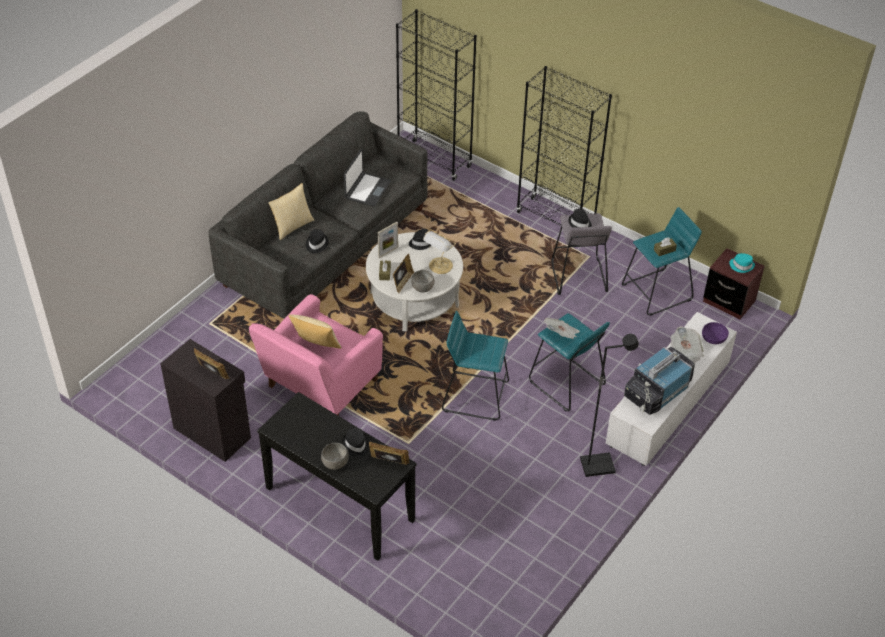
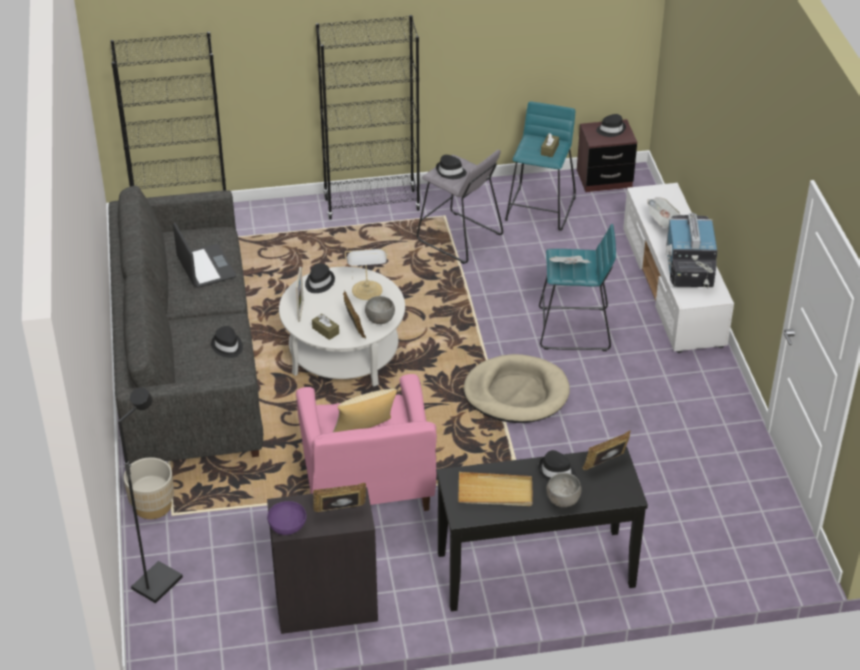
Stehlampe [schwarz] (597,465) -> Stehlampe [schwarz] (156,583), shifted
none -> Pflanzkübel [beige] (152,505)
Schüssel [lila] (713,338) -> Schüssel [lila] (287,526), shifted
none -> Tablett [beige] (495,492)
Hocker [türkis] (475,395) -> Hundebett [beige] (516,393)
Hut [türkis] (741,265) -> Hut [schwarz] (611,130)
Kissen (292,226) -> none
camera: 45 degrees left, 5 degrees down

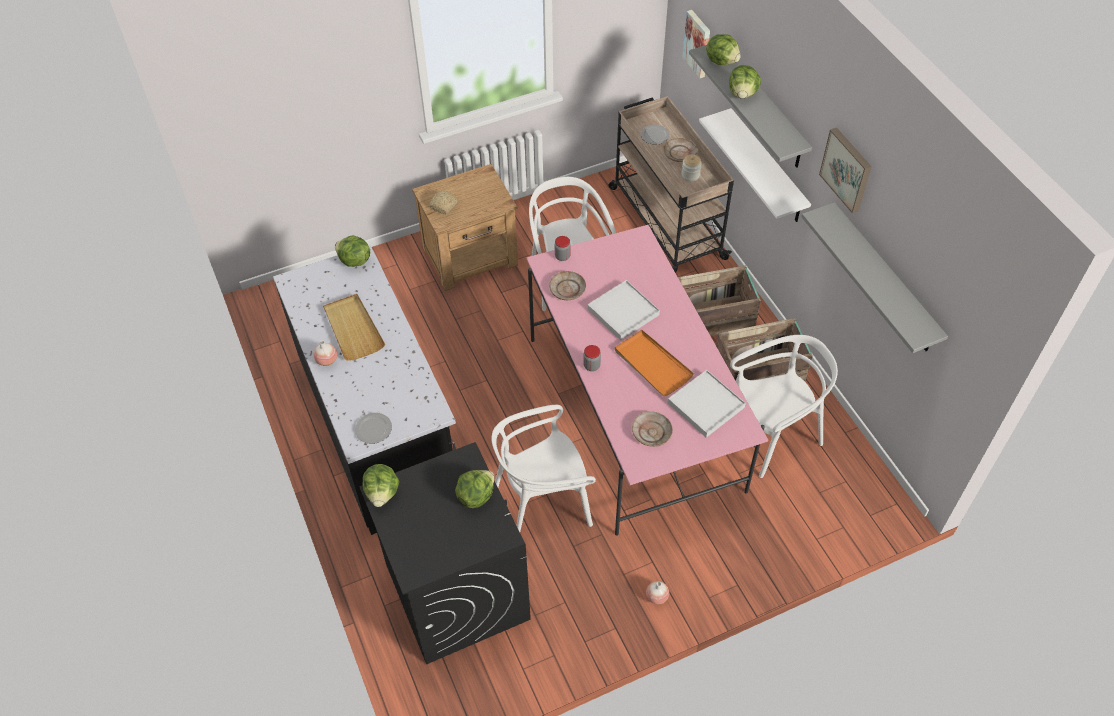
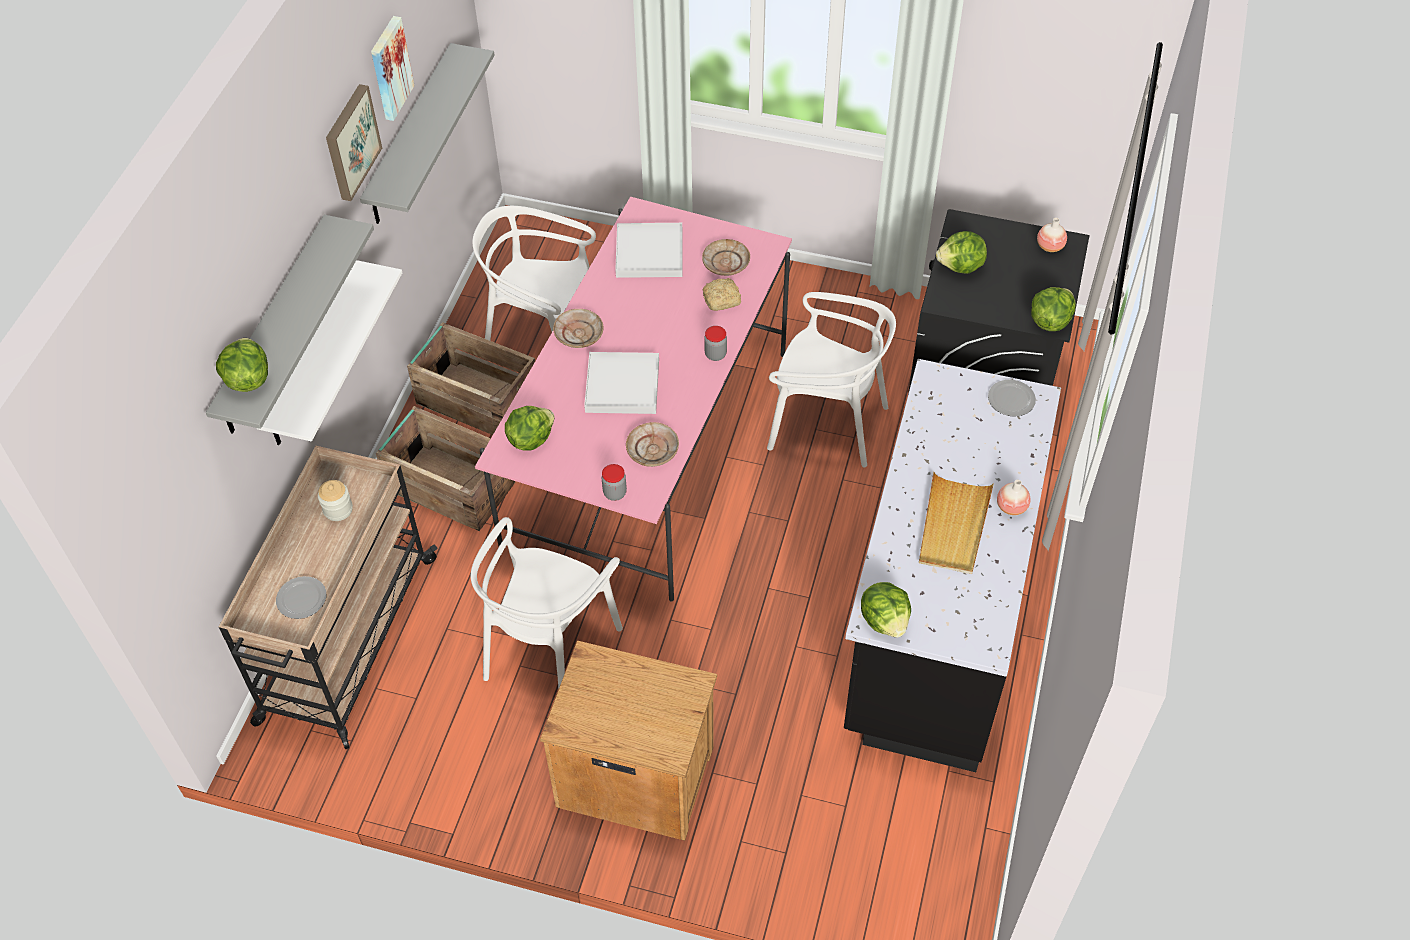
Bild (698,43) -> Bild (389,68), shifted
Salatkopf (742,94) -> Salatkopf (530,439), shifted
Teller [beige] (679,154) -> Teller [beige] (579,333), shifted
Brot (443,206) -> Brot (722,299), shifted
Vase (657,597) -> Vase (1050,247), shifted
Tablett [orange] (652,364) -> none
camera: 140 degrees left, 0 degrees up

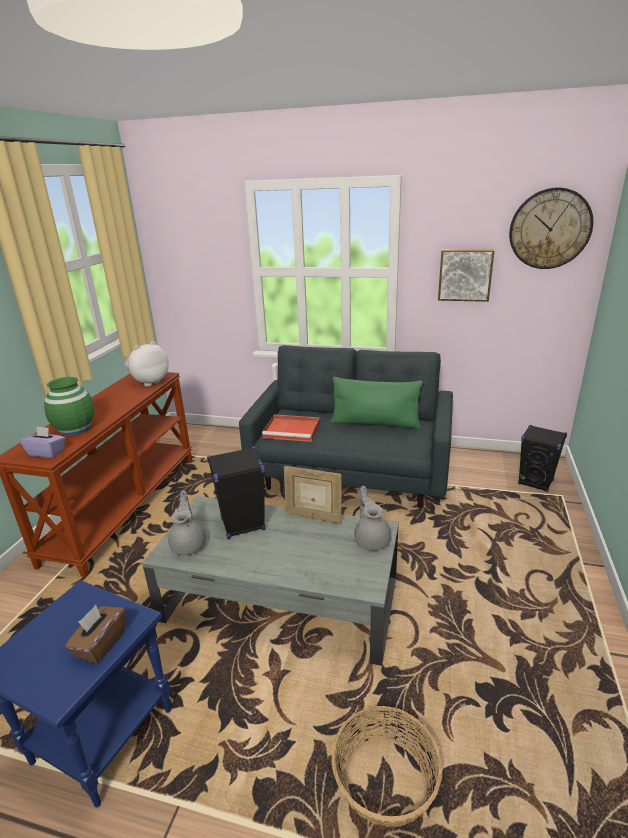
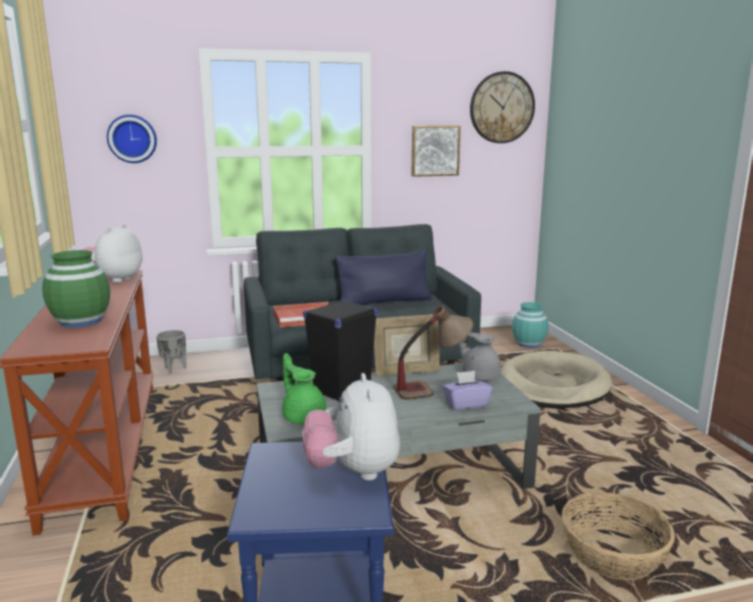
none -> Wanduhr (132,139)
none -> Pflanzkübel [grau] (173,369)
Teekanne [grau] (189,544) -> Teekanne [grün] (303,416)
Taschentuchbox [braun] (100,644) -> Plüschtier (353,472)
Kissen [grün] (375,423) -> Kissen [blau] (384,302)
none -> Tischlampe (432,389)
Taschentuchbox [lila] (47,453) -> Taschentuchbox [lila] (466,404), shifted
none -> Hundebett [beige] (553,385)
Lautsprecher [schwarz] (536,482) -> Vase [türkis] (528,344)
camera: 30 degrees left, 10 degrees down

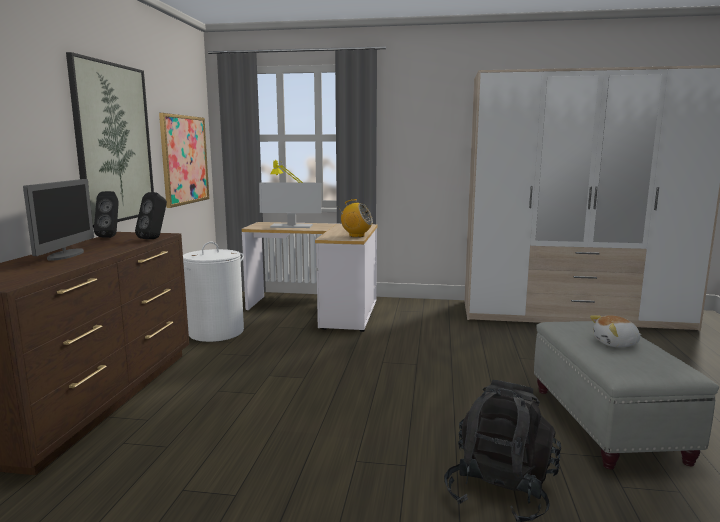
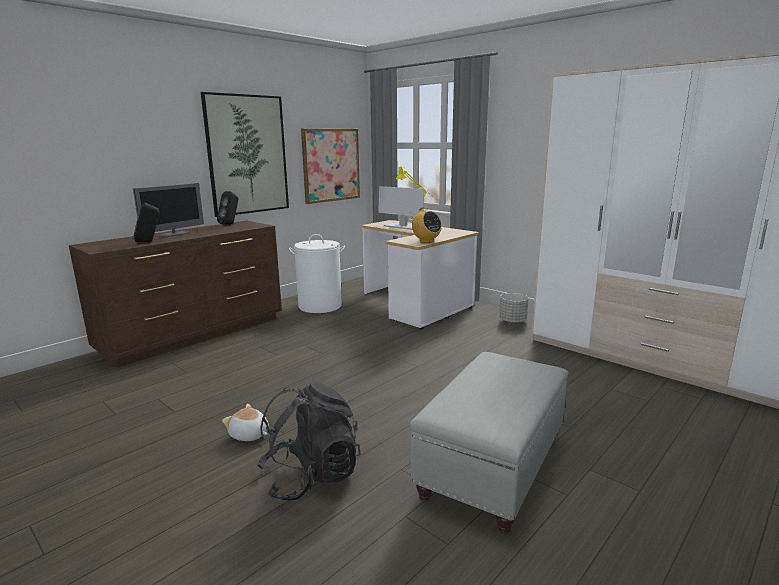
Lautsprecher [schwarz] (154,238) -> Lautsprecher [schwarz] (149,242), shifted
Plüschtier (616,343) -> Plüschtier (249,435), shifted
none -> Pflanzkübel [grau] (512,321)
camera: 35 degrees right, 5 degrees up

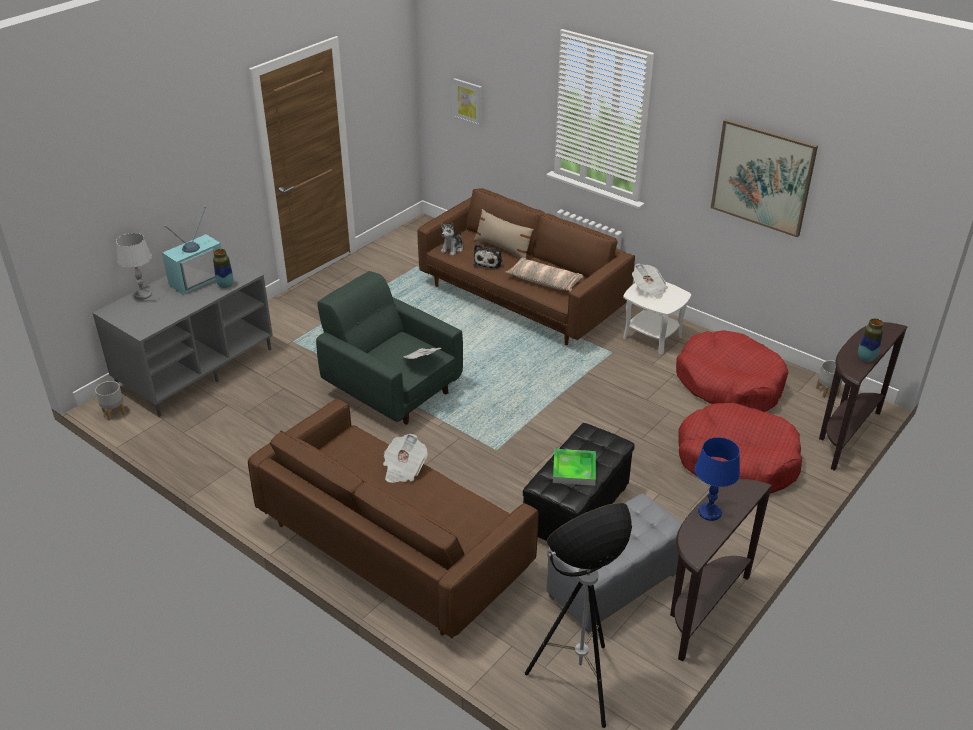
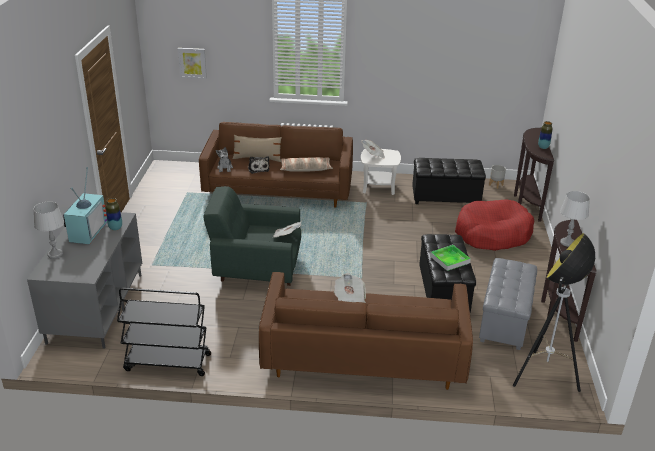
none -> Rollwagen [schwarz] (167,363)
Hundebett [rot] (729,384) -> Polsterhocker [schwarz] (445,197)
Tischlampe [blau] (709,512) -> Tischlampe [grau] (567,243)
Pflanzkübel [grau] (114,412) -> none
Bild (762,177) -> none
camera: 35 degrees left, 5 degrees down

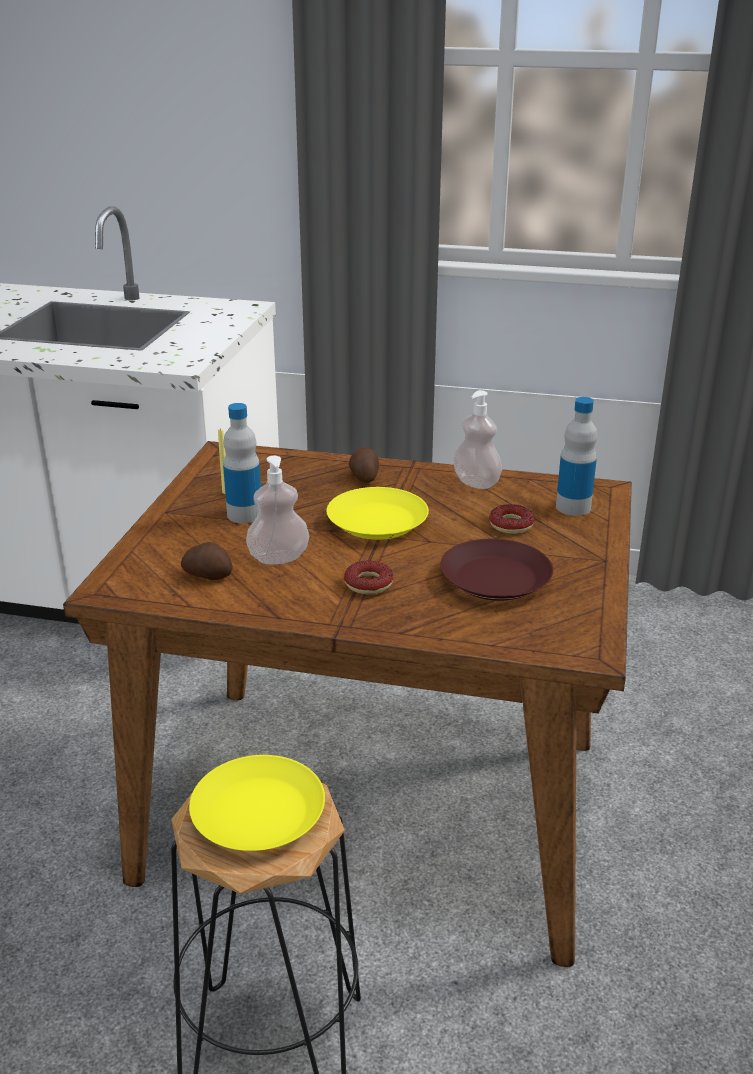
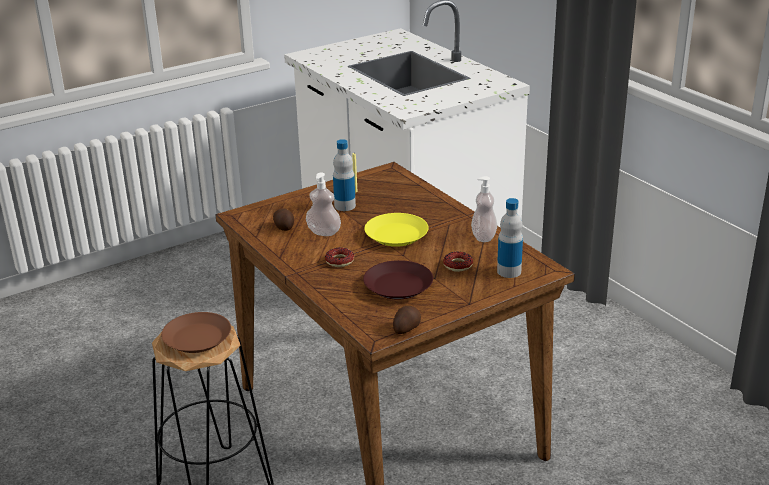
Teller [gelb] (257,812) -> Teller [braun] (197,338)
Kartoffel (364,476) -> Kartoffel (406,328), shifted
camera: 45 degrees right, 0 degrees up

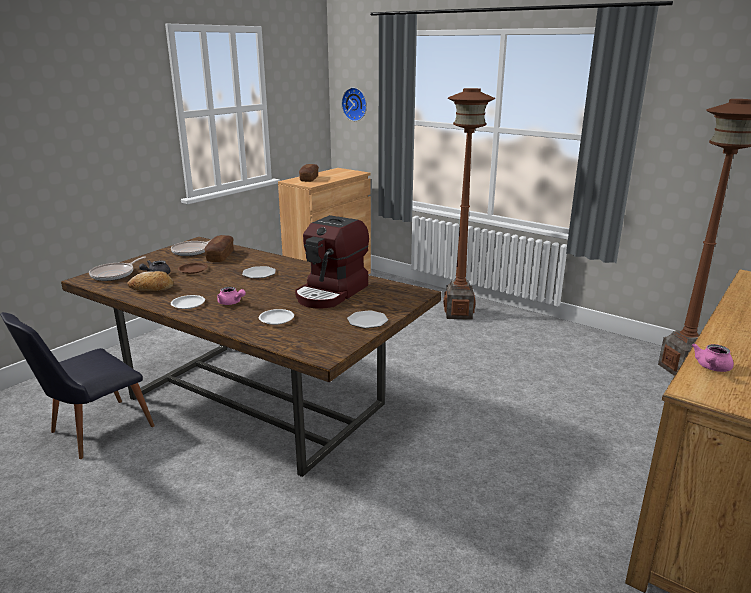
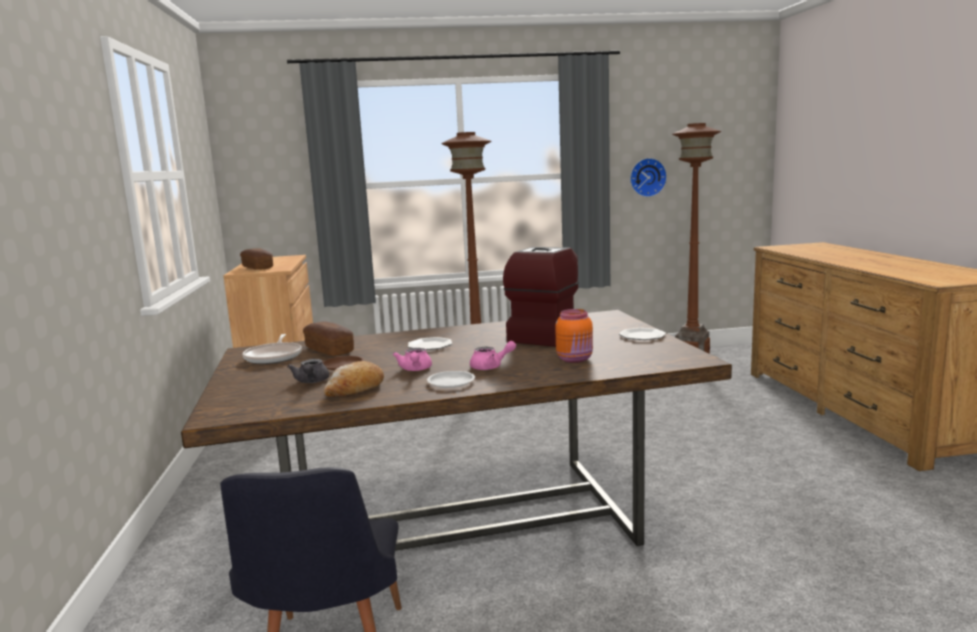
Teekanne [rosa] (711,367) -> Teekanne [rosa] (415,370), shifted
Kaffeemaschine (332,293) -> Kaffeemaschine (549,334), 135 degrees counterclockwise
Teller [weiß] (276,319) -> Vorratsglas [orange] (575,359)
Wanduhr (355,104) -> Wanduhr (647,177), shifted
Pfanne (115,274) -> none
camera: 45 degrees left, 10 degrees down

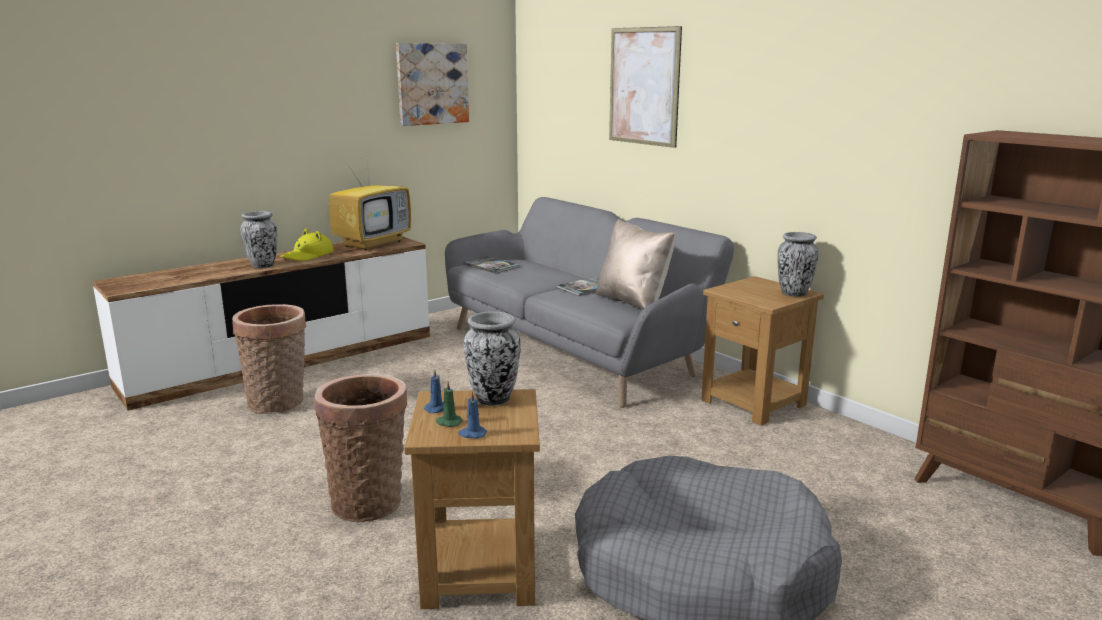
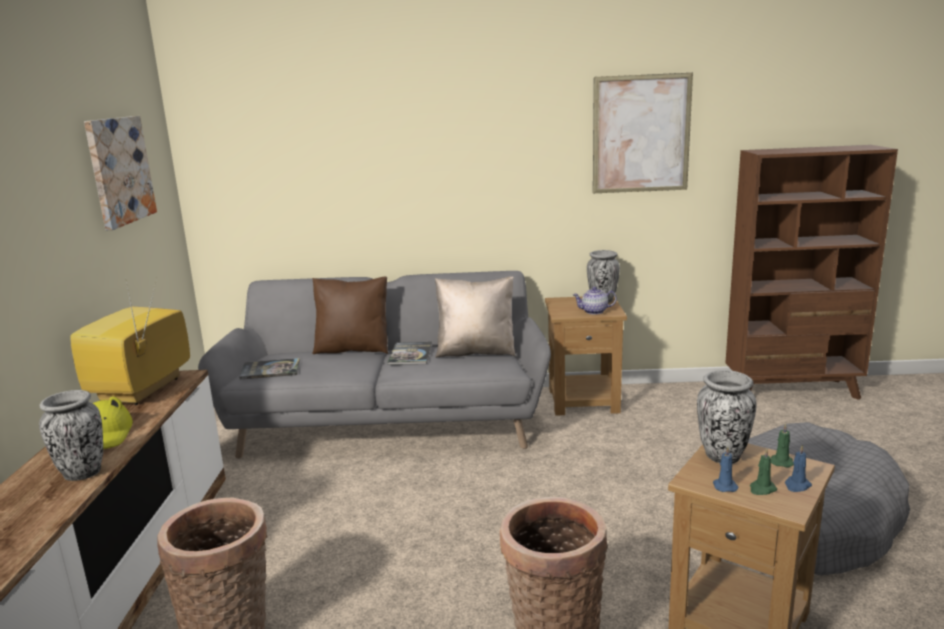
Fernseher (373,243) -> Fernseher (142,391), 150 degrees counterclockwise
none -> Kissen [braun] (353,349)
none -> Teekanne (594,312)
Bild (643,86) -> Bild (641,134), shifted
none -> Kerze [grün] (781,462)
camera: 50 degrees left, 0 degrees up

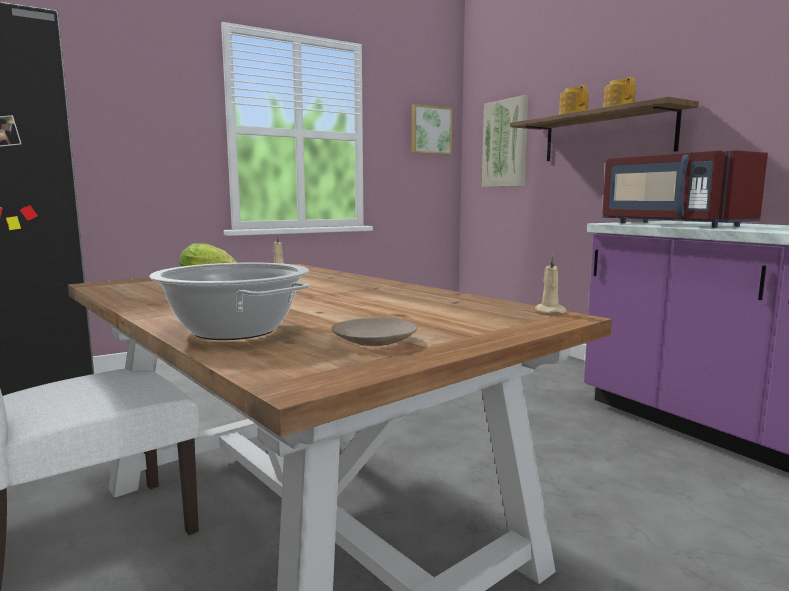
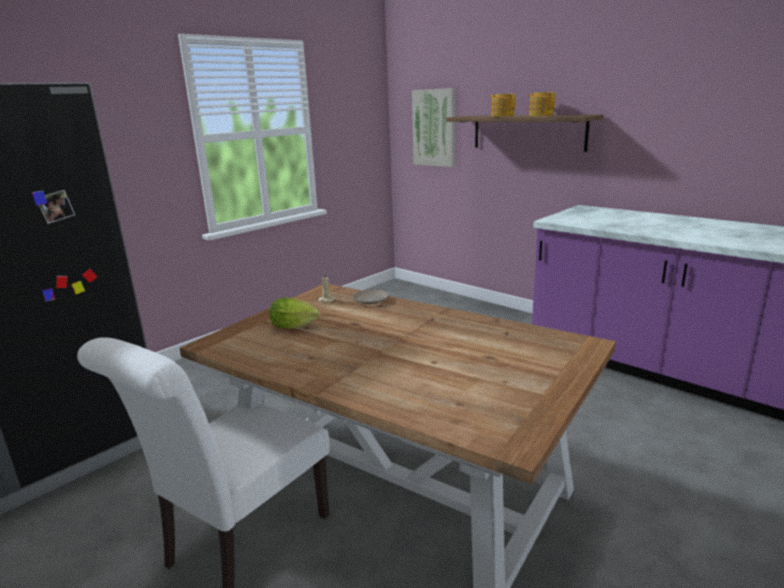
Teller [beige] (375,340) -> Teller [beige] (371,301), shifted
Kochtopf (236,330) -> none
Bild (430,130) -> none
Kerze [beige] (549,311) -> none
Mikrowelle [rot] (671,224) -> none
camera: 15 degrees left, 10 degrees up

